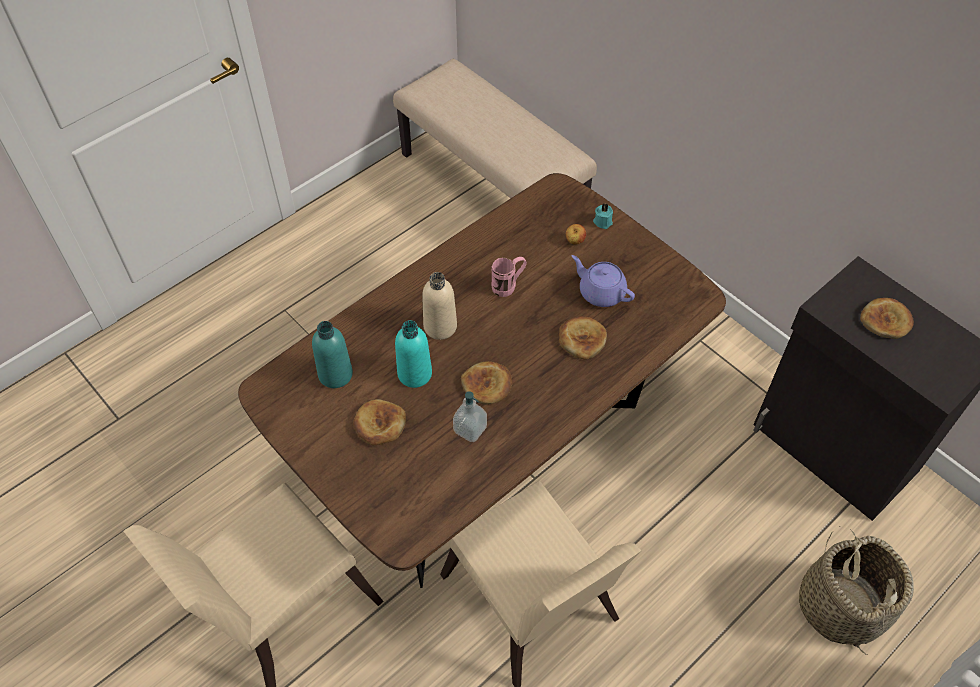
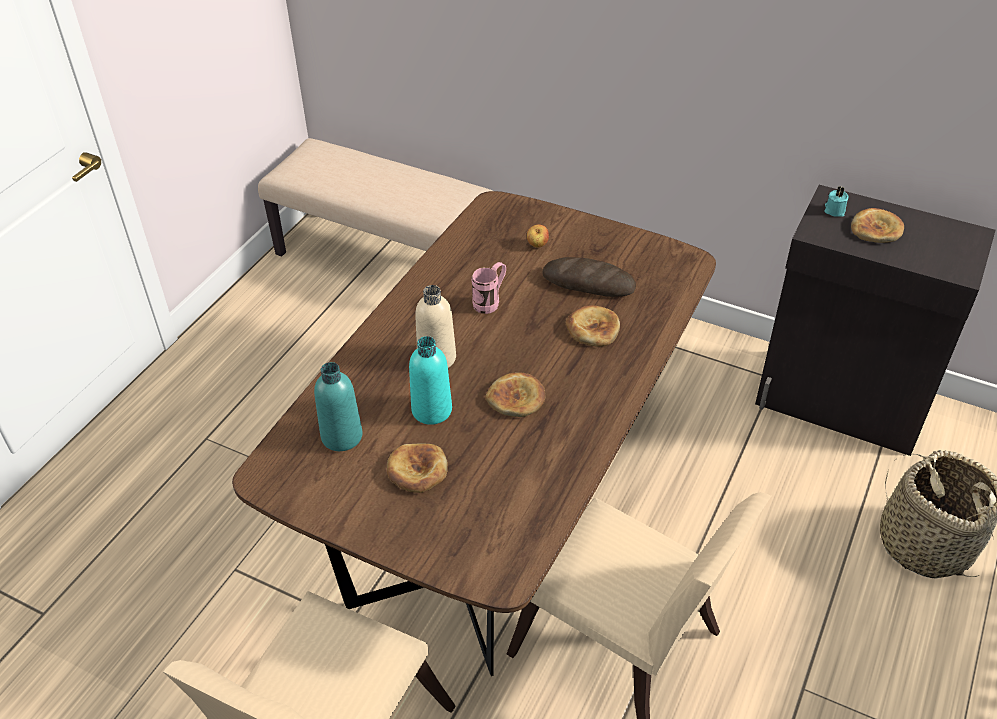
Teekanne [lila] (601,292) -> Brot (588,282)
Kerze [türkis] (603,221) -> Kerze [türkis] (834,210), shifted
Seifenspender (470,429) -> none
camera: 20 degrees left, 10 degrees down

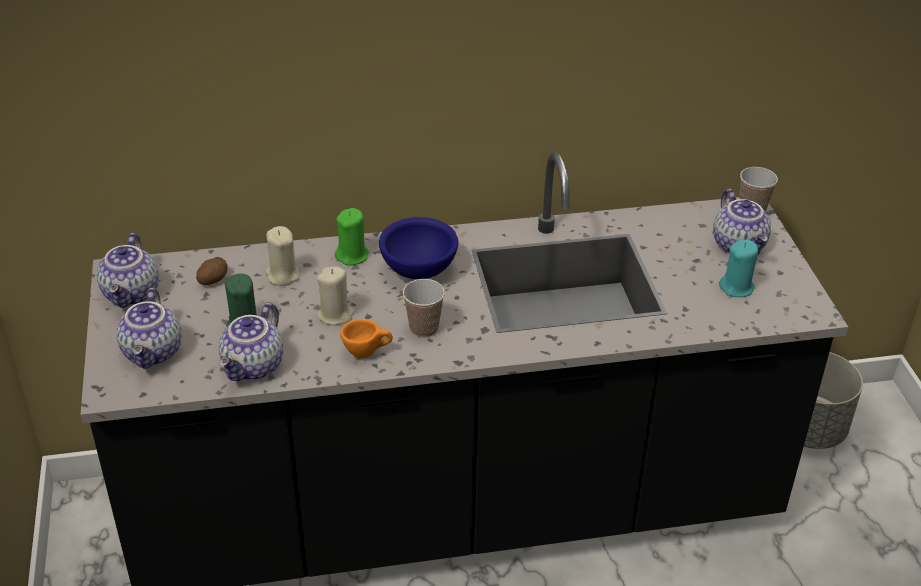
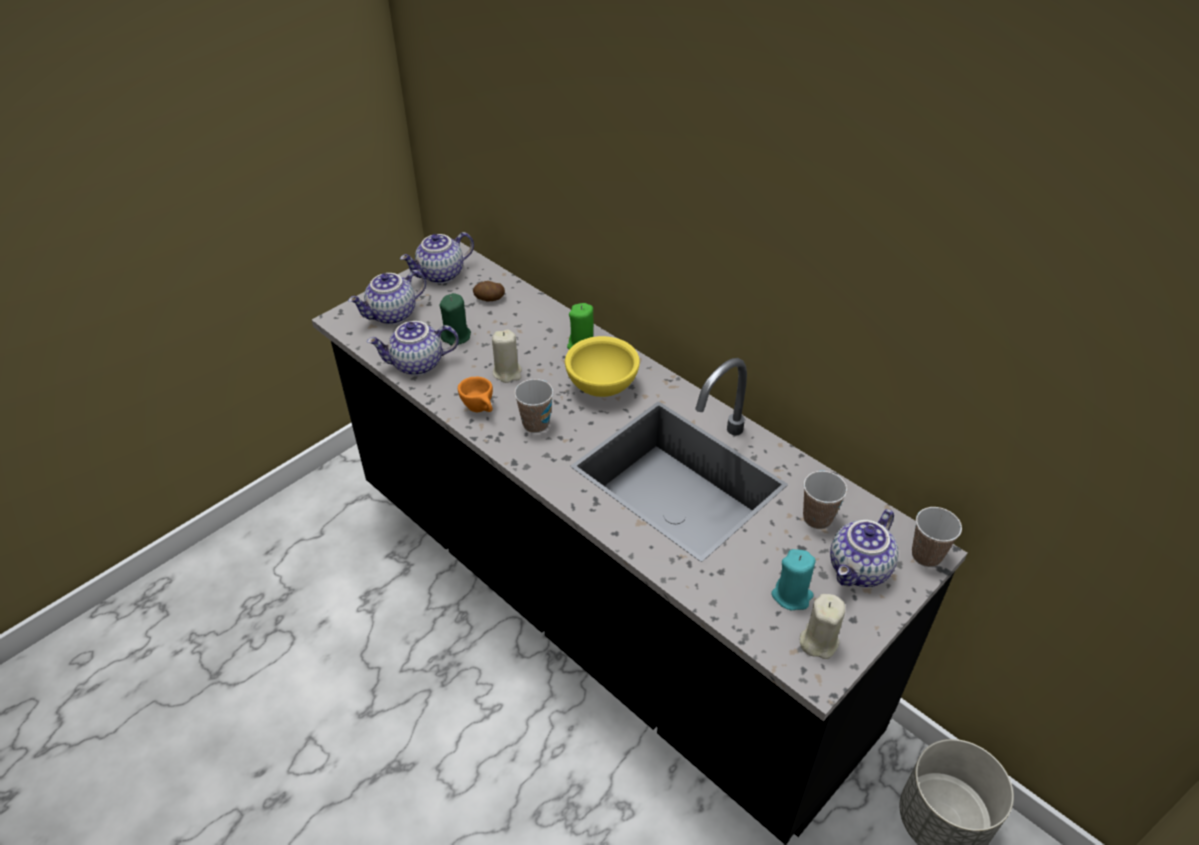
Schüssel [blau] (419,269) -> Schüssel [gelb] (603,386)
Kerze [beige] (282,275) -> Kerze [beige] (818,641), shifted
none -> Tasse (817,518)
camera: 55 degrees right, 5 degrees up

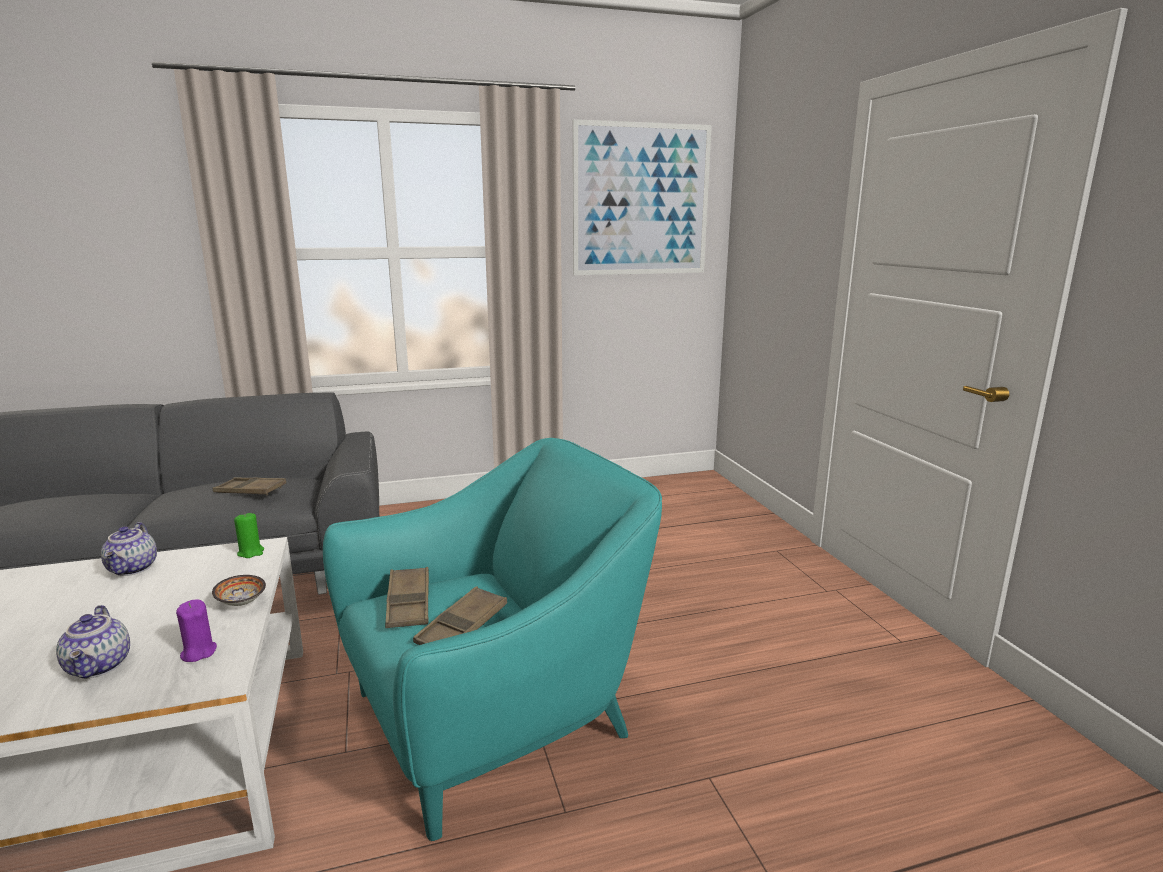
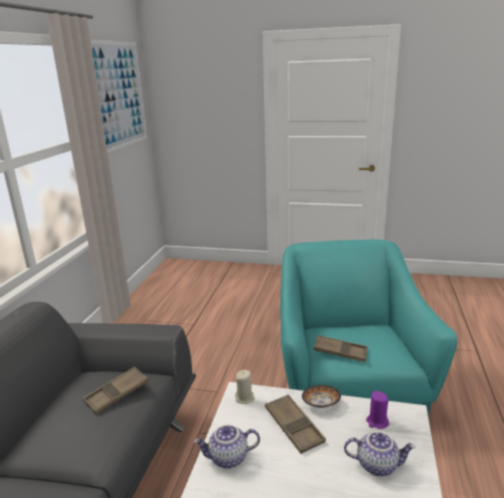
Teekanne (134,569) -> Teekanne (228,458), 150 degrees clockwise
Kerze [grün] (251,552) -> Kerze [beige] (244,398)
Tablett [braun] (462,627) -> Tablett [braun] (294,427), shifted
camera: 60 degrees left, 5 degrees up

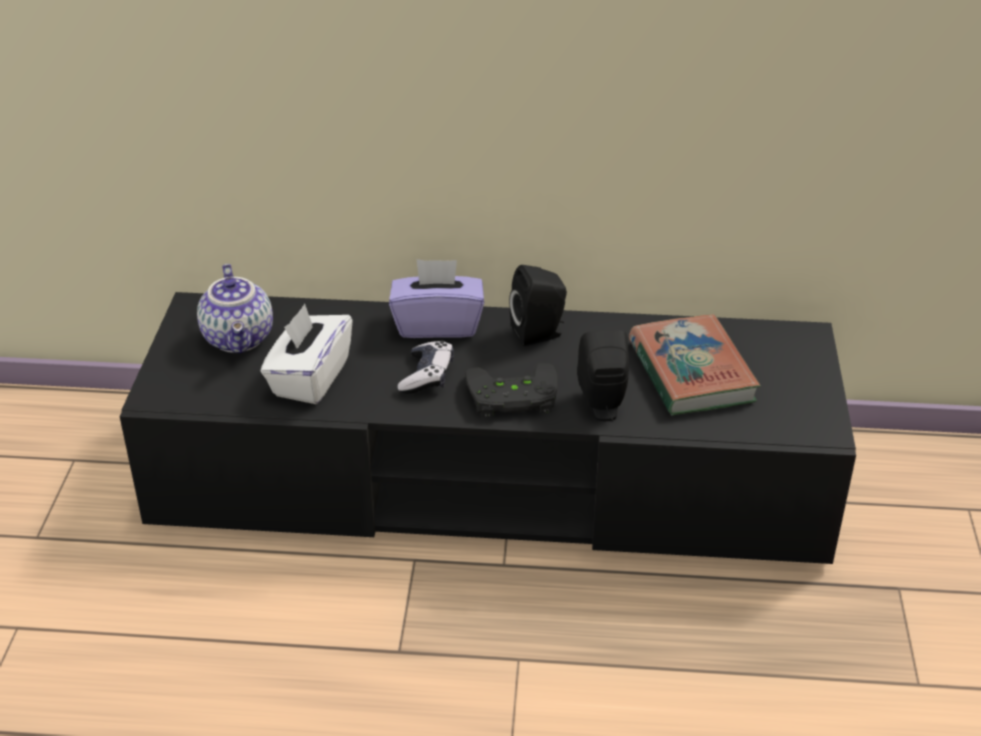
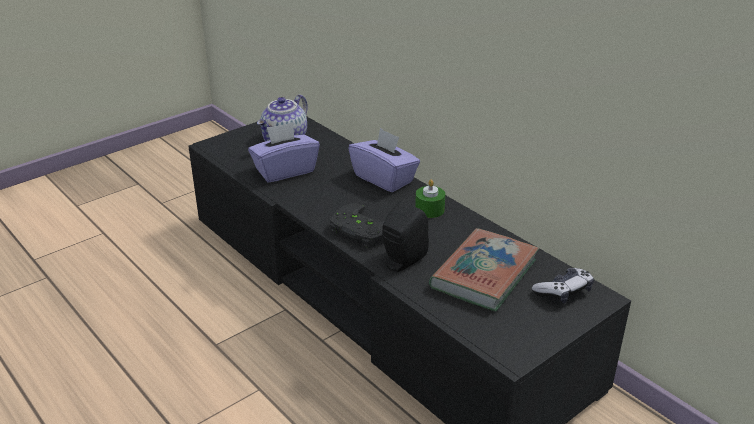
Taschentuchbox [weiß] (310,378) -> Taschentuchbox [lila] (285,171)
Lautsprecher [schwarz] (540,334) -> Kerze [grün] (429,210)
Gamepad (427,376) -> Gamepad (563,292), shifted
camera: 45 degrees right, 5 degrees down

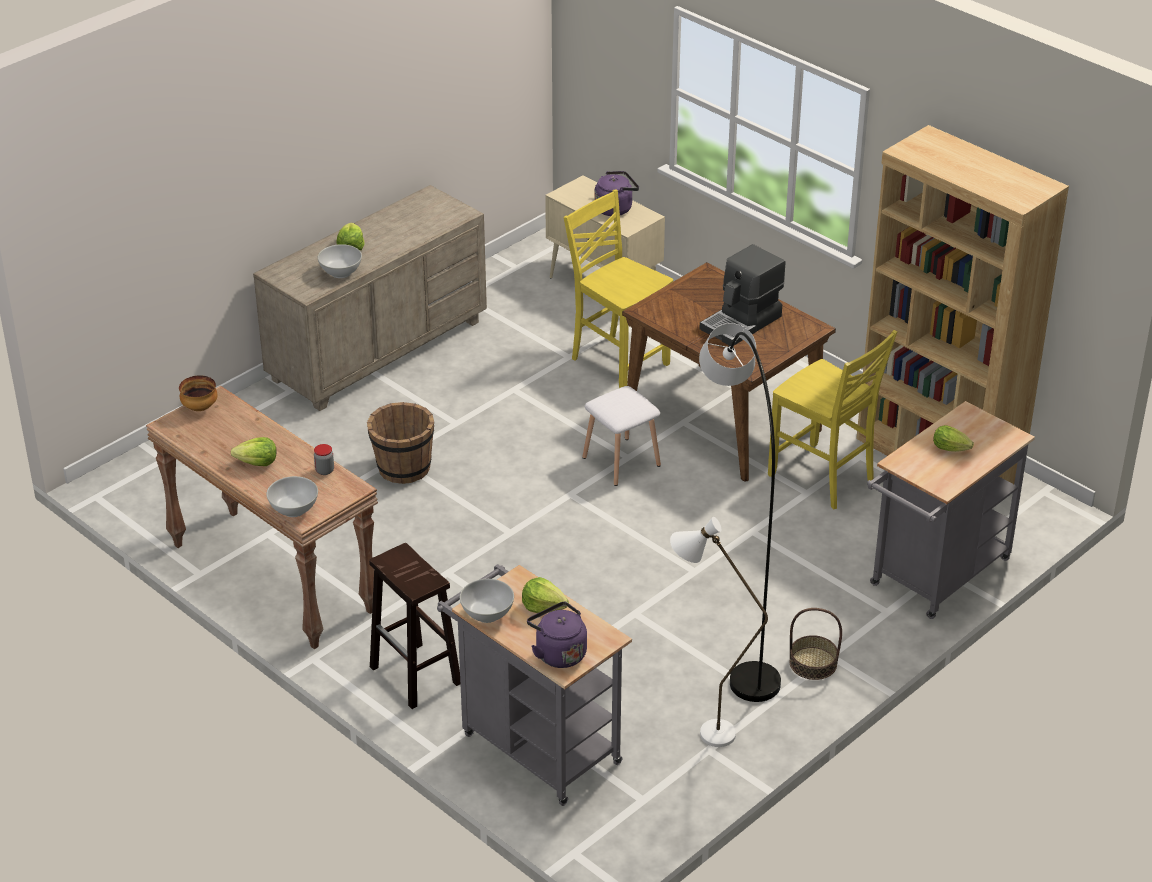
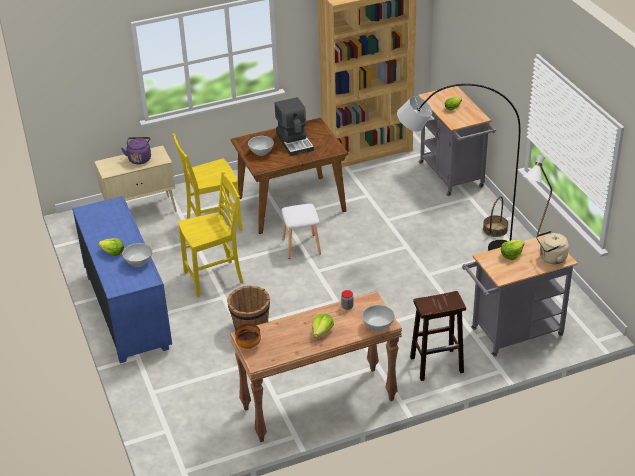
Kommode [beige] (377,351) -> Kommode [blau] (127,311)
Stuhl [gelb] (823,478) -> Stuhl [gelb] (215,278), shifted
Schüssel [weiß] (487,614) -> Schüssel [weiß] (261,152), shifted
Wasserkessel [lila] (558,653) -> Wasserkessel [beige] (551,258)
camera: 65 degrees left, 0 degrees up

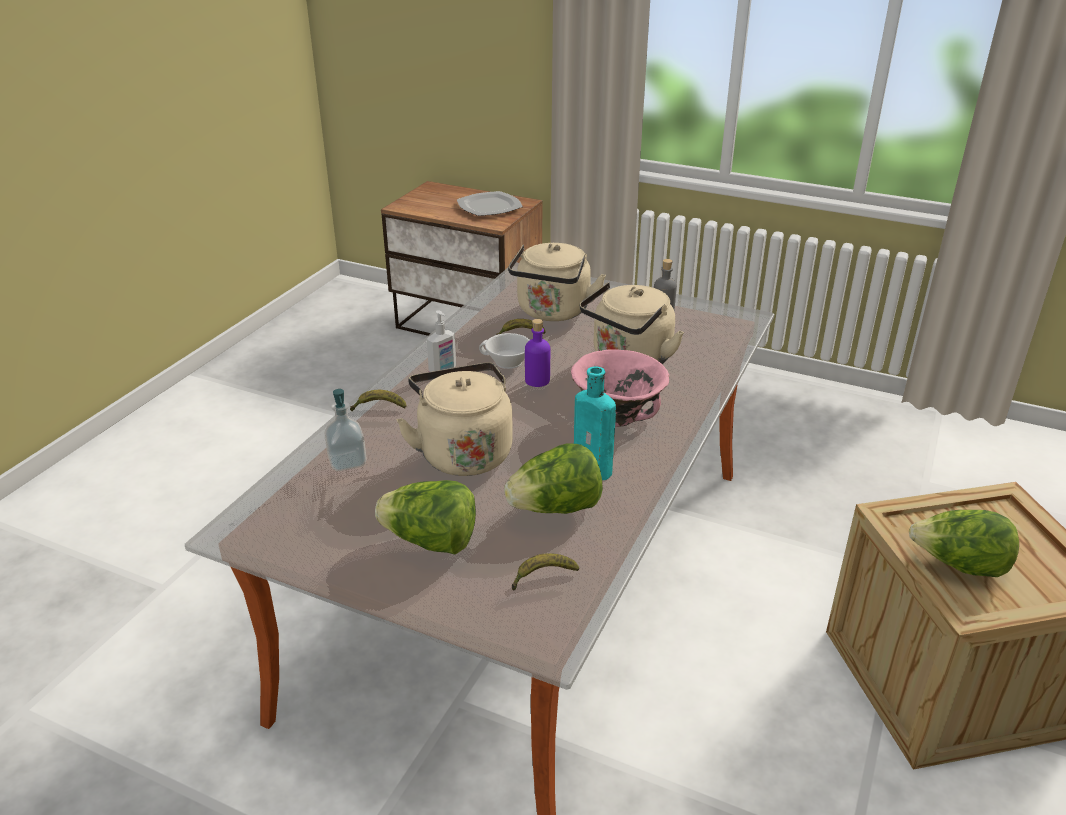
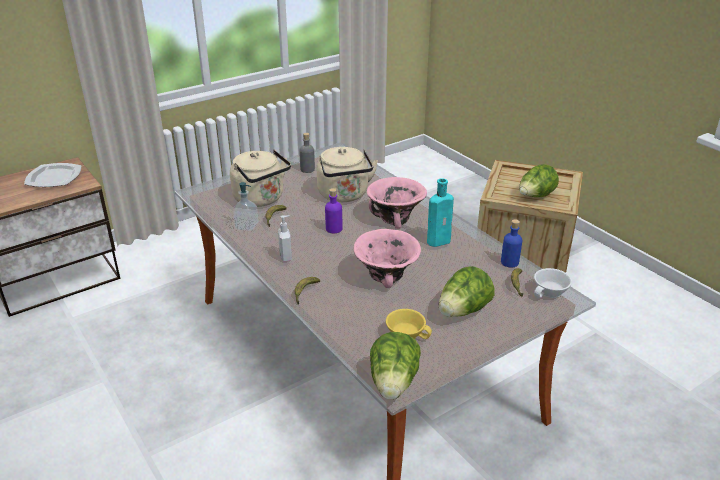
Seifenspender (347,461) -> Seifenspender (247,226), shifted
Wasserkessel [beige] (463,452) -> Schüssel [rosa] (385,276)
Salatkopf (555,508) -> Salatkopf (393,383), shifted
none -> Tasse [gelb] (407,333)
none -> Flasche [blau] (509,262)
Tasse [weiß] (506,362) -> Tasse [weiß] (551,292), shifted
camera: 60 degrees left, 0 degrees up

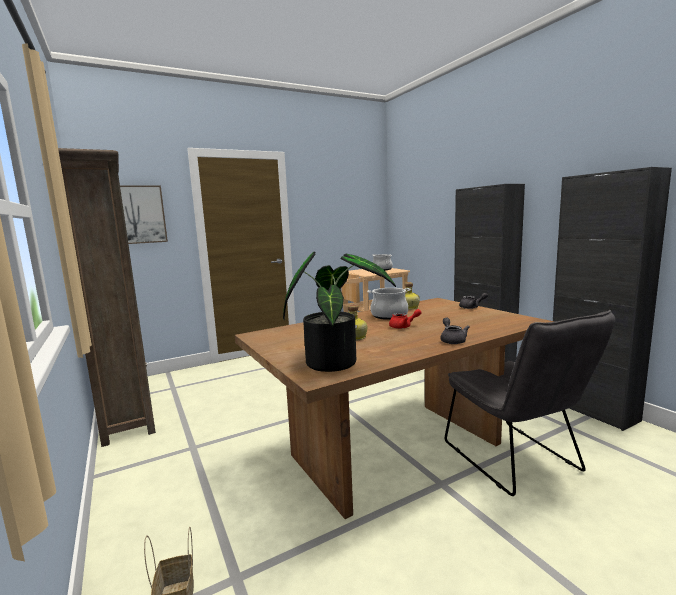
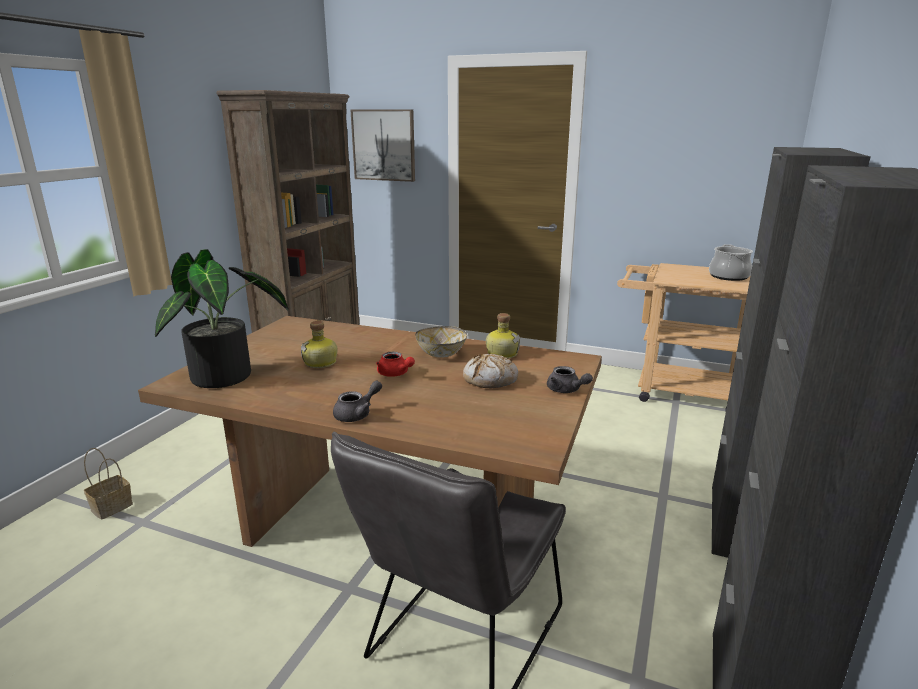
Kochtopf (389,315) -> Schüssel (442,354)
none -> Brot (490,379)
camera: 50 degrees right, 10 degrees up

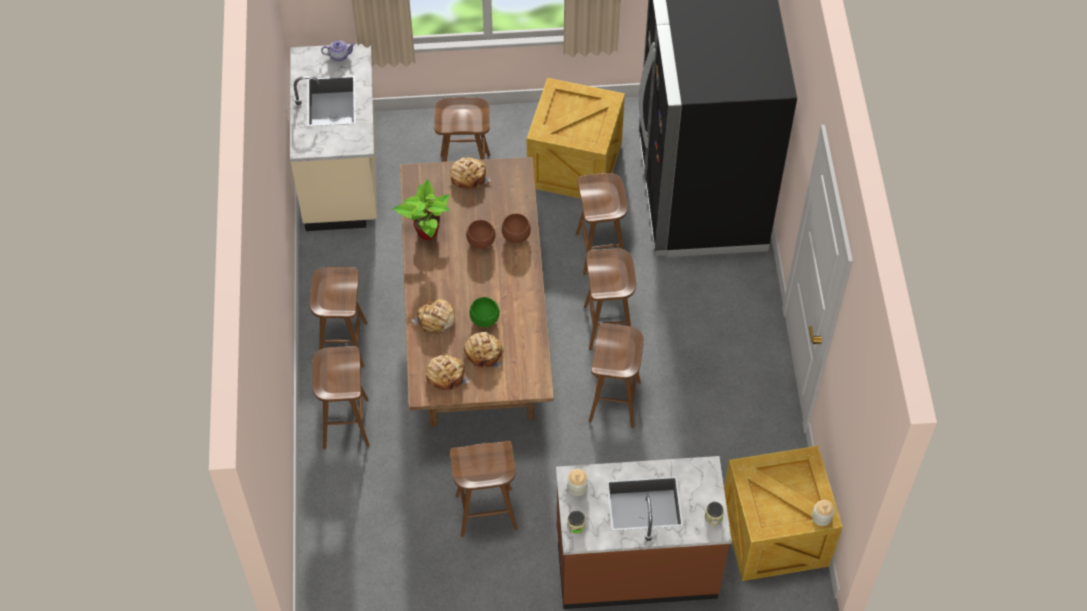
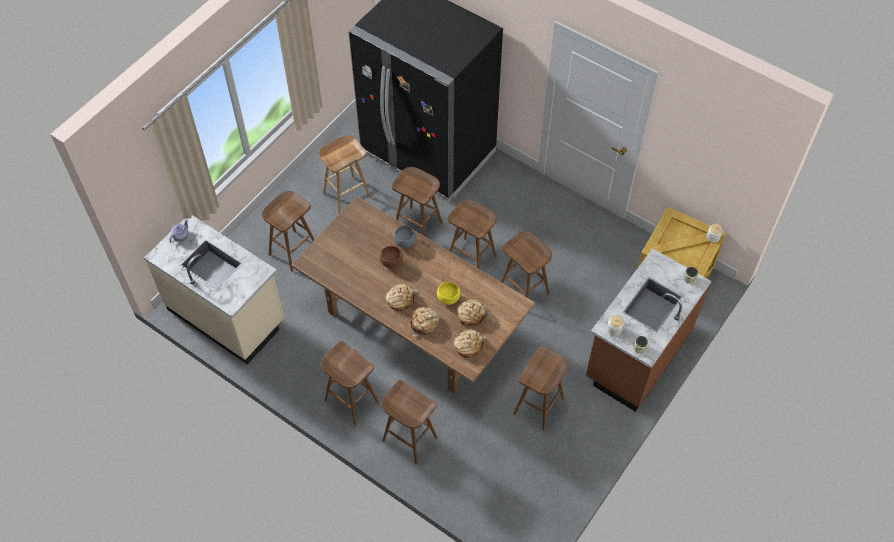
Kiste (576,164) -> Hocker [braun] (346,194)
Brot (469,176) -> Brot (400,299), shifted
Schüssel [braun] (515,236) -> Schüssel [grau] (405,243)
Schüssel [grün] (485,319) -> Schüssel [gelb] (448,298)
Topfpflanze (427,231) -> none
camera: 50 degrees left, 0 degrees up

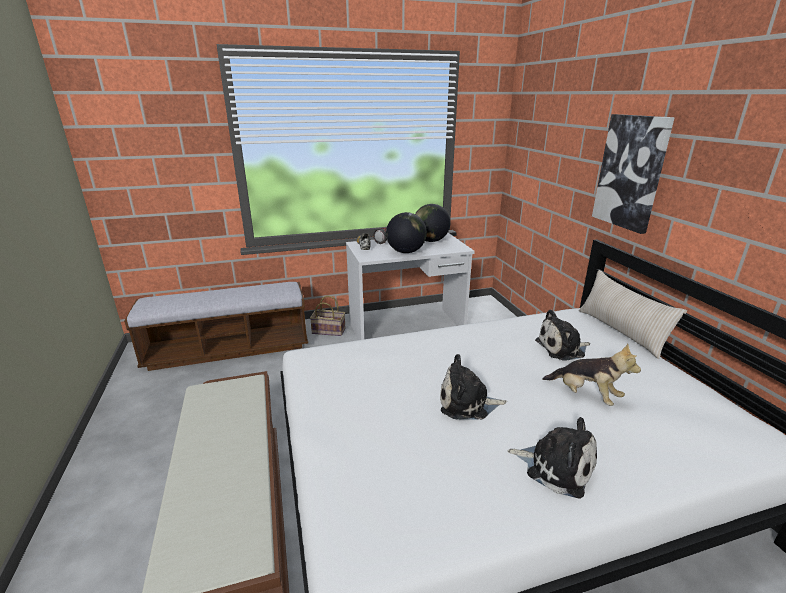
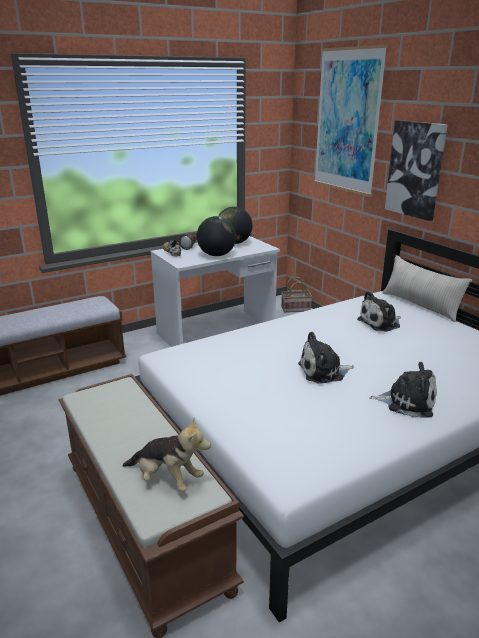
Plüschtier (585,395) -> Plüschtier (166,479), shifted
Korb (329,330) -> Korb (296,309), shifted
none -> Bild (347,121)
camera: 15 degrees left, 0 degrees up

